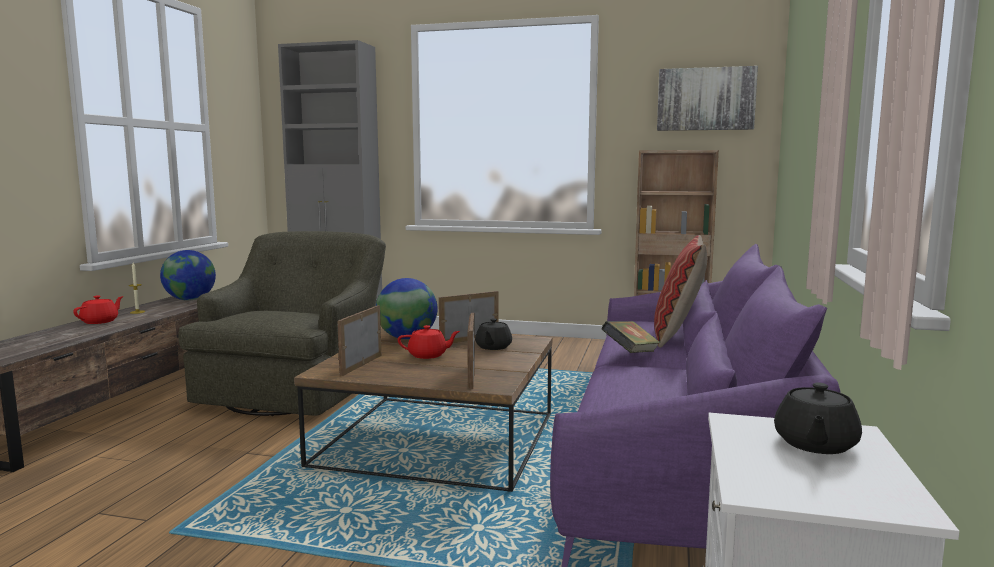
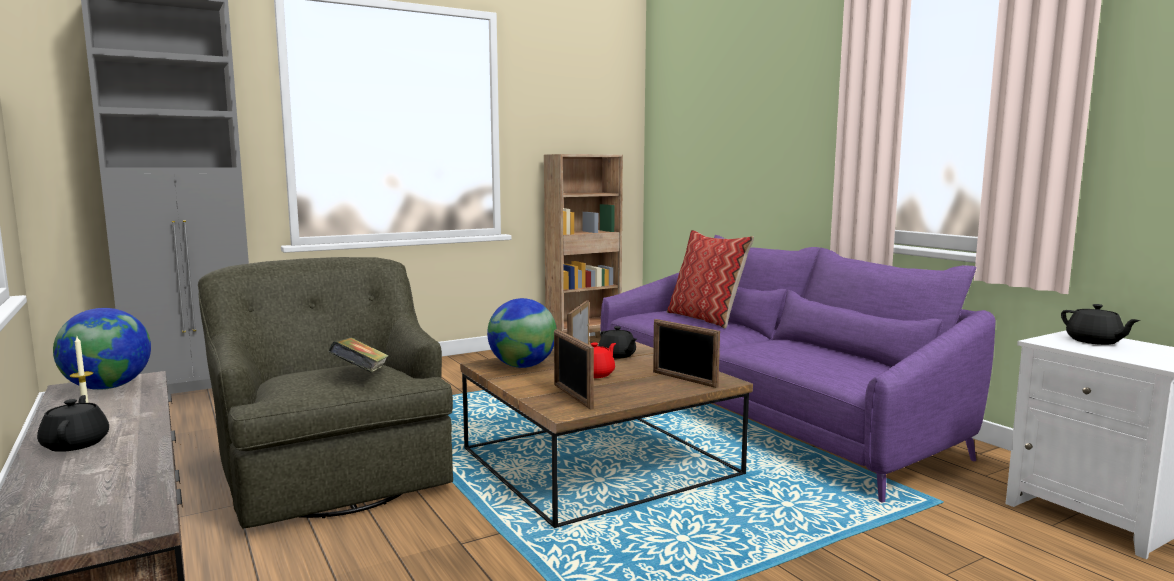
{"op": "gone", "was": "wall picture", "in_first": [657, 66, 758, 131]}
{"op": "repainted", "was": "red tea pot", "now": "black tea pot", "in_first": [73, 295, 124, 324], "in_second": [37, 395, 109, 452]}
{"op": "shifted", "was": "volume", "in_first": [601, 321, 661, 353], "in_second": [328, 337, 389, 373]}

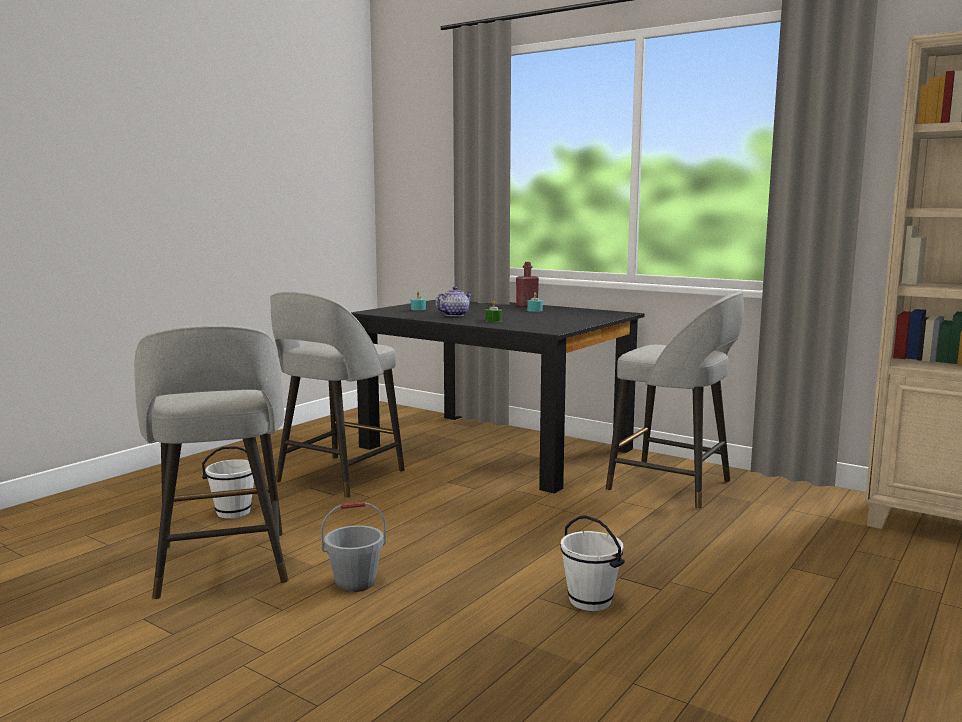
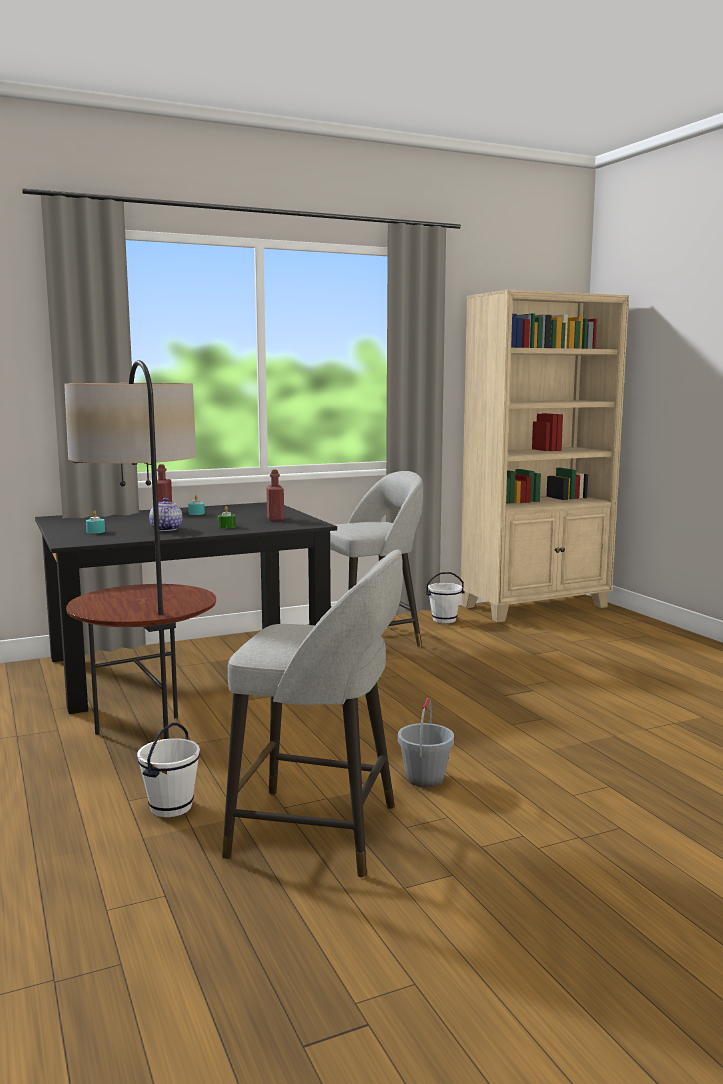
{"op": "swapped", "was": "gray stool", "now": "standard lamp", "in_first": [270, 291, 405, 498], "in_second": [64, 360, 216, 739]}
{"op": "shifted", "was": "white pail", "in_first": [560, 515, 625, 611], "in_second": [425, 572, 465, 623]}
{"op": "new", "now": "red beverage bottle", "in_second": [266, 469, 284, 521]}

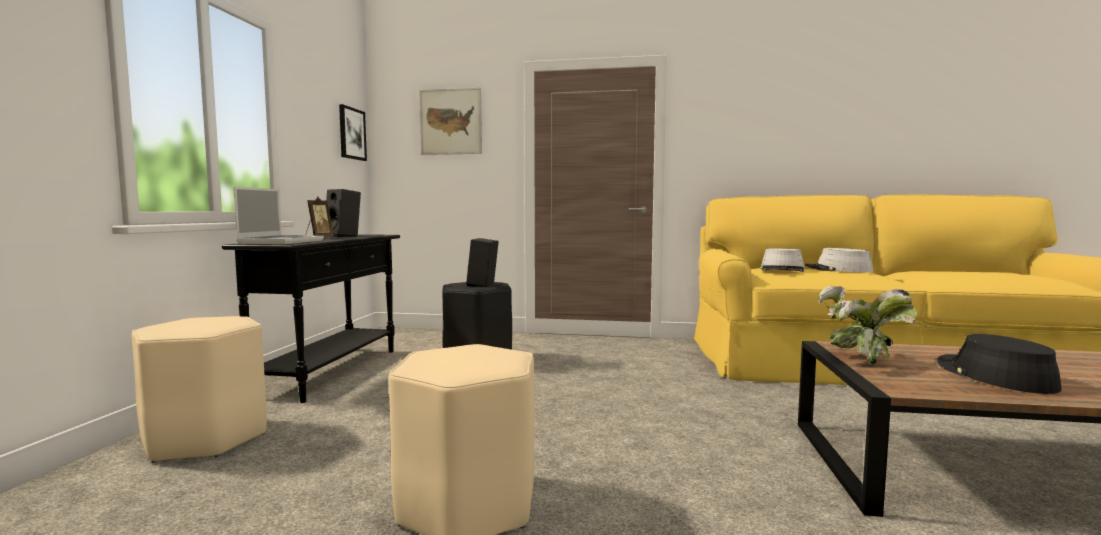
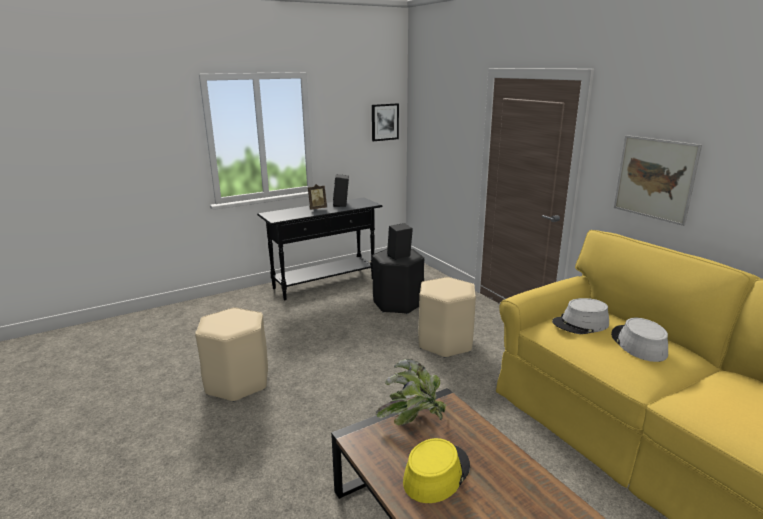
{"op": "shifted", "was": "wall picture", "in_first": [419, 88, 482, 155], "in_second": [614, 135, 702, 226]}
{"op": "gone", "was": "laptop", "in_first": [233, 187, 324, 244]}
{"op": "shifted", "was": "sand-coloured stool", "in_first": [131, 316, 267, 463], "in_second": [418, 277, 476, 358]}
{"op": "repainted", "was": "black wearable hat", "now": "yellow-coloured wearable hat", "in_first": [937, 334, 1062, 394], "in_second": [403, 438, 470, 503]}

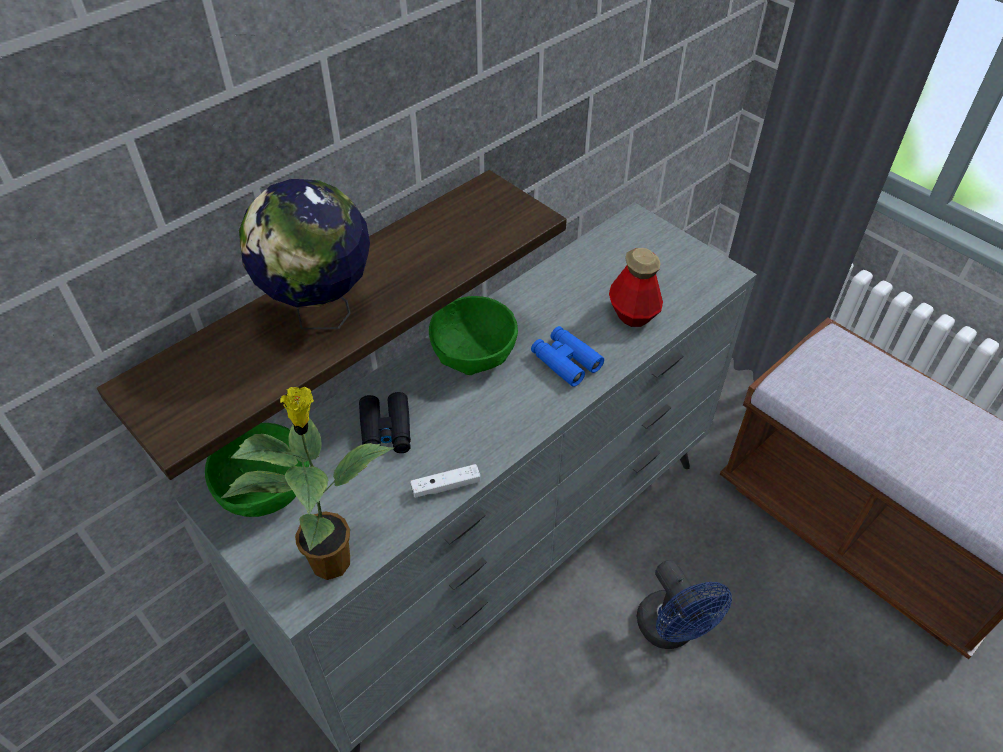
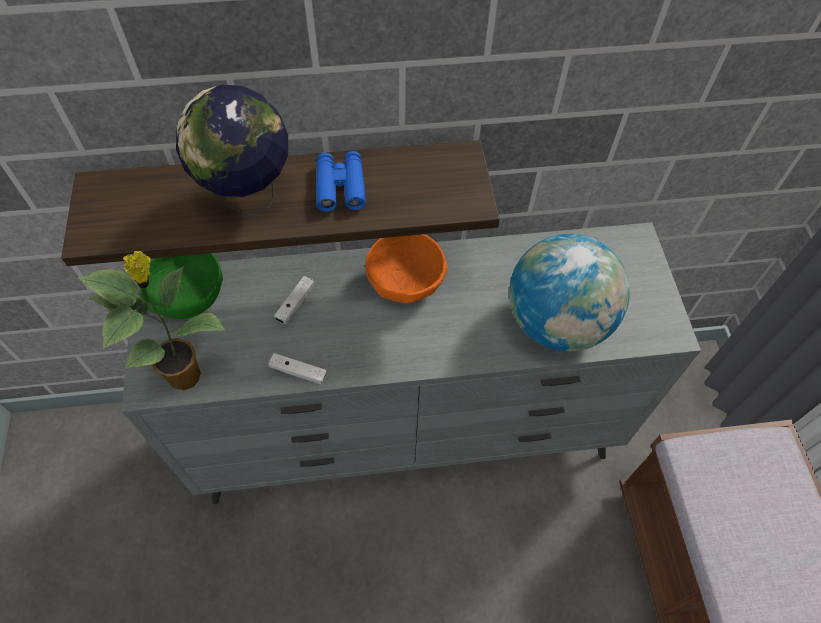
{"op": "swapped", "was": "beverage bottle", "now": "desk globe", "in_first": [609, 248, 663, 327], "in_second": [509, 234, 630, 351]}
{"op": "repainted", "was": "greenish serving bowl", "now": "orange serving bowl", "in_first": [429, 296, 518, 375], "in_second": [365, 234, 448, 304]}
{"op": "shifted", "was": "bluish field glasses", "in_first": [531, 326, 604, 387], "in_second": [316, 151, 366, 212]}
{"op": "swapped", "was": "black field glasses", "now": "white game controller", "in_first": [359, 392, 411, 453], "in_second": [274, 276, 315, 324]}
{"op": "gone", "was": "bluish electric fan", "in_first": [637, 560, 732, 649]}

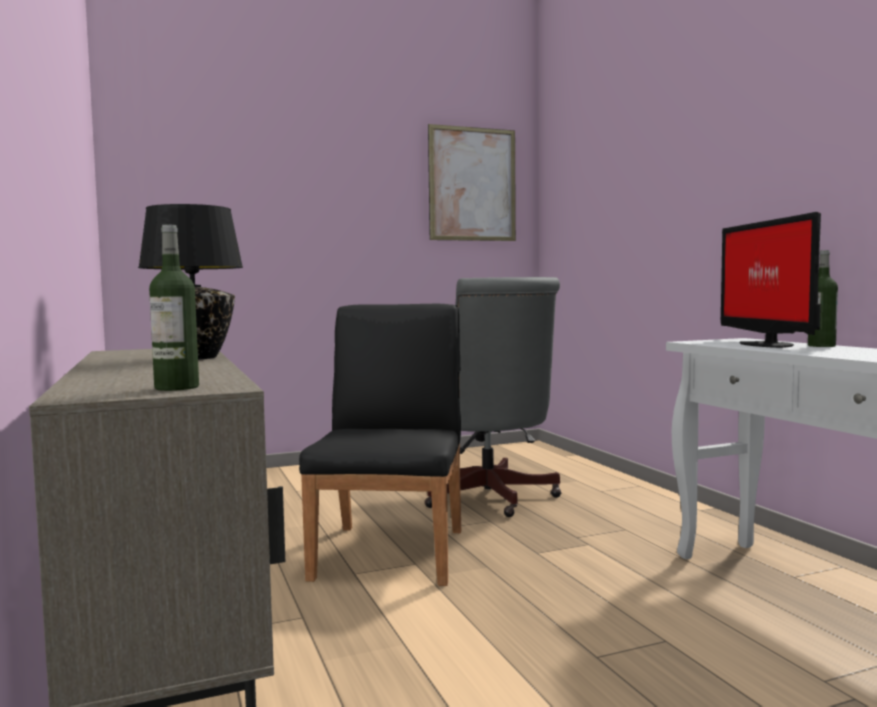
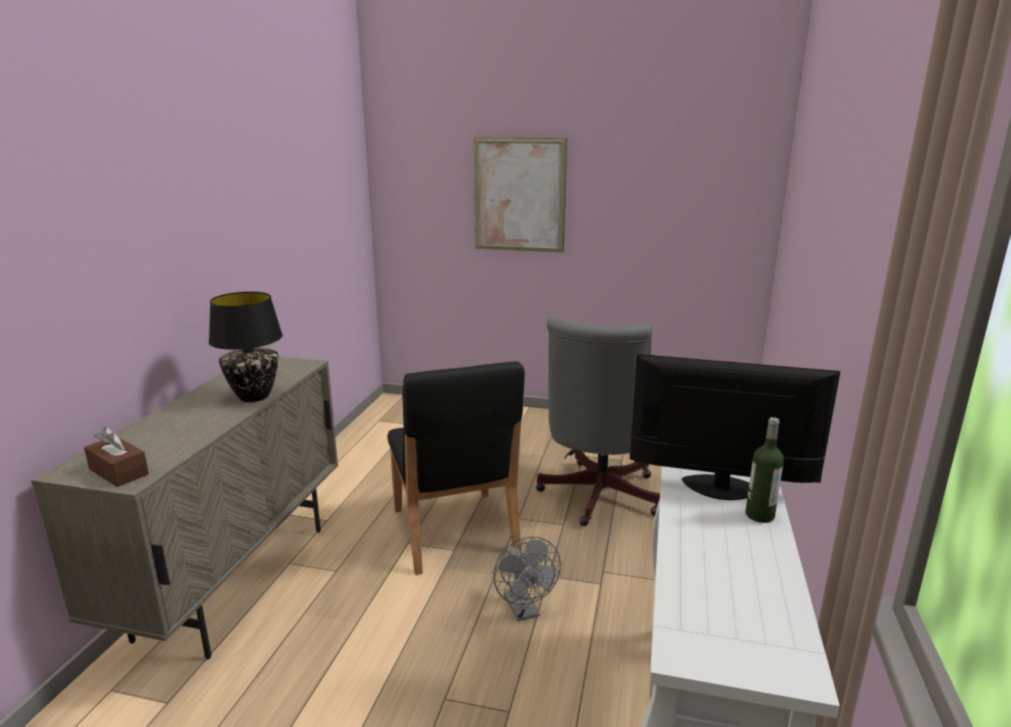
{"op": "shifted", "was": "wall picture", "in_first": [428, 124, 516, 241], "in_second": [474, 138, 567, 252]}
{"op": "rotated", "was": "computer screen", "in_first": [720, 212, 821, 348], "in_second": [630, 354, 840, 500], "clockwise": 75}
{"op": "swapped", "was": "beverage bottle", "now": "brown-coloured tissue box", "in_first": [149, 225, 199, 391], "in_second": [84, 427, 149, 487]}
{"op": "rotated", "was": "black plain chair", "in_first": [299, 304, 461, 586], "in_second": [387, 361, 525, 575], "clockwise": 120}
{"op": "new", "now": "gray electric fan", "in_second": [494, 537, 561, 621]}

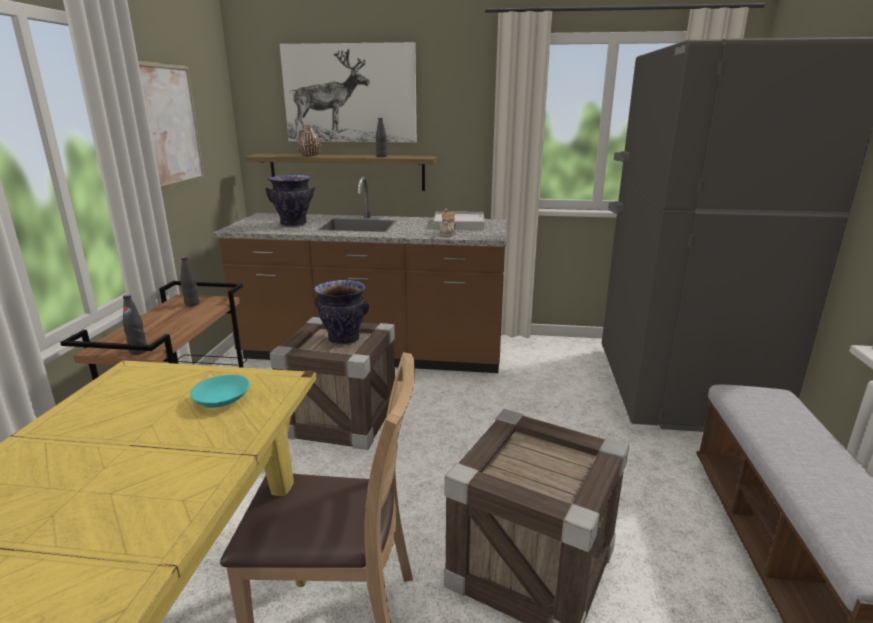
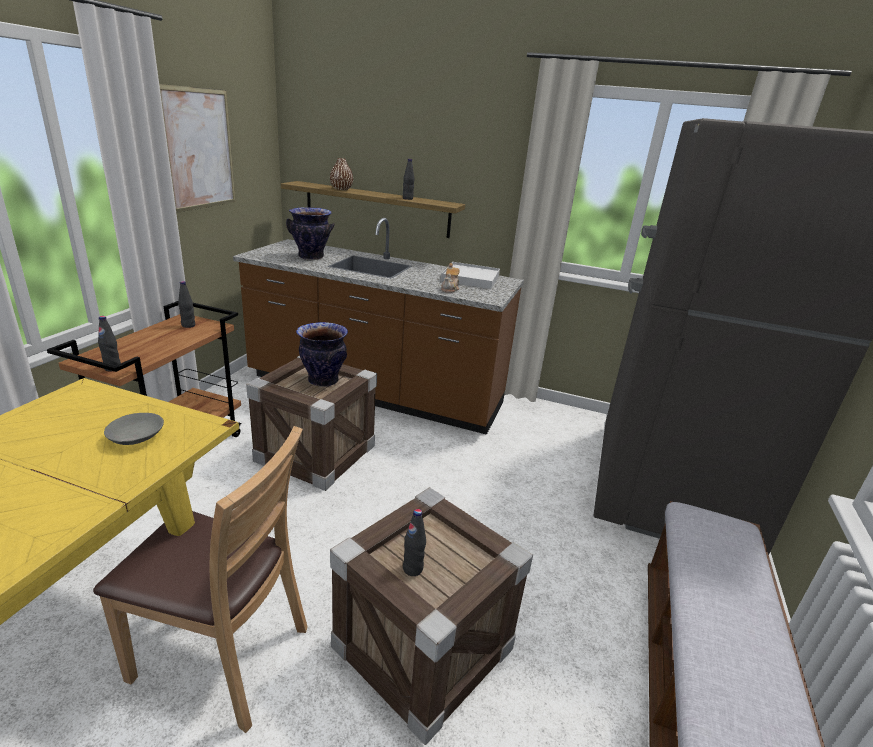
{"op": "gone", "was": "wall picture", "in_first": [280, 42, 417, 143]}
{"op": "repainted", "was": "turquoise-coloured serving bowl", "now": "gray serving bowl", "in_first": [190, 375, 250, 408], "in_second": [104, 413, 164, 445]}
{"op": "new", "now": "black beverage bottle", "in_second": [403, 509, 426, 576]}

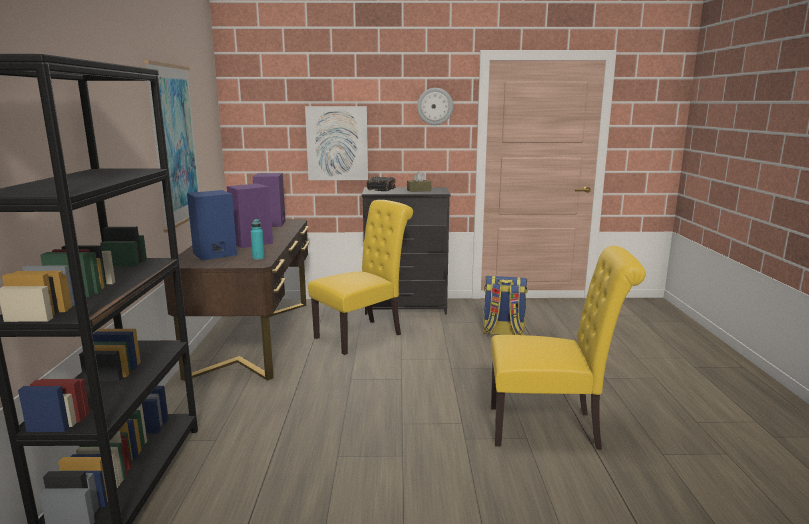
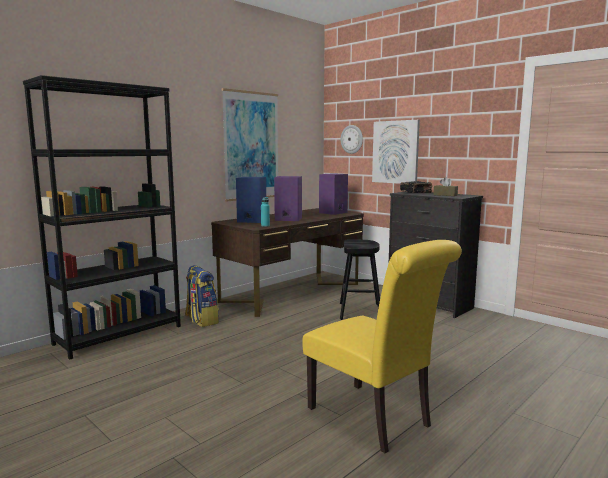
{"op": "shifted", "was": "hanging clock", "in_first": [417, 88, 453, 125], "in_second": [341, 125, 363, 154]}
{"op": "swapped", "was": "yellow-coloured plain chair", "now": "black stool", "in_first": [308, 200, 413, 355], "in_second": [340, 239, 380, 320]}
{"op": "shifted", "was": "rucksack", "in_first": [483, 276, 528, 335], "in_second": [185, 265, 219, 327]}

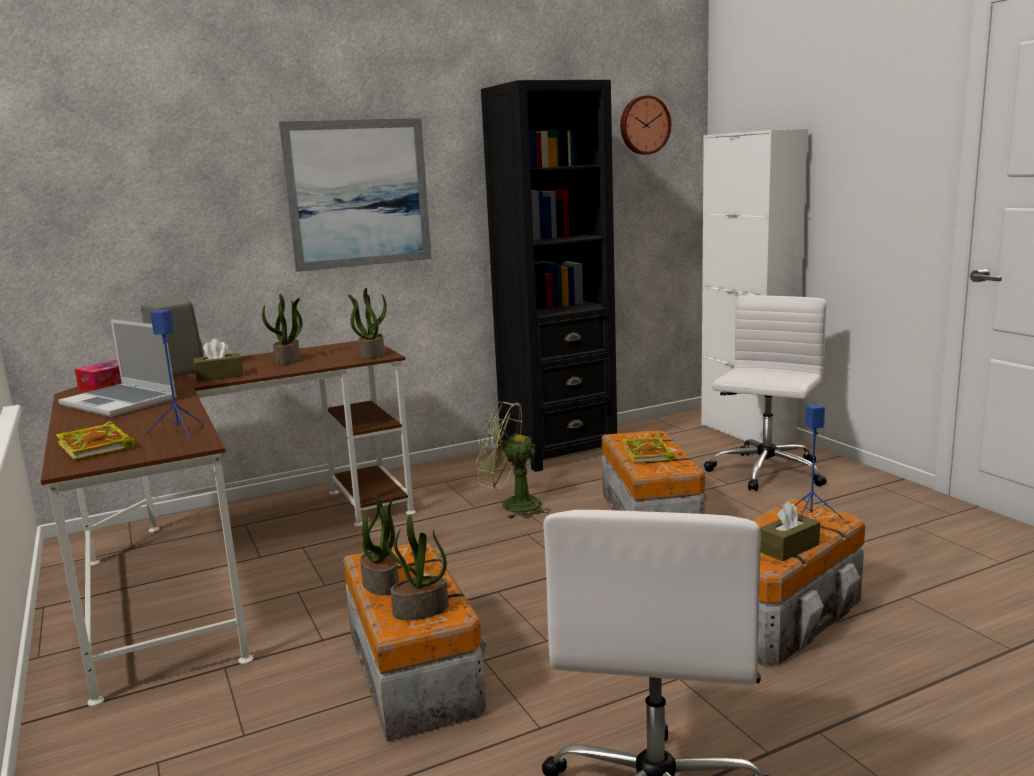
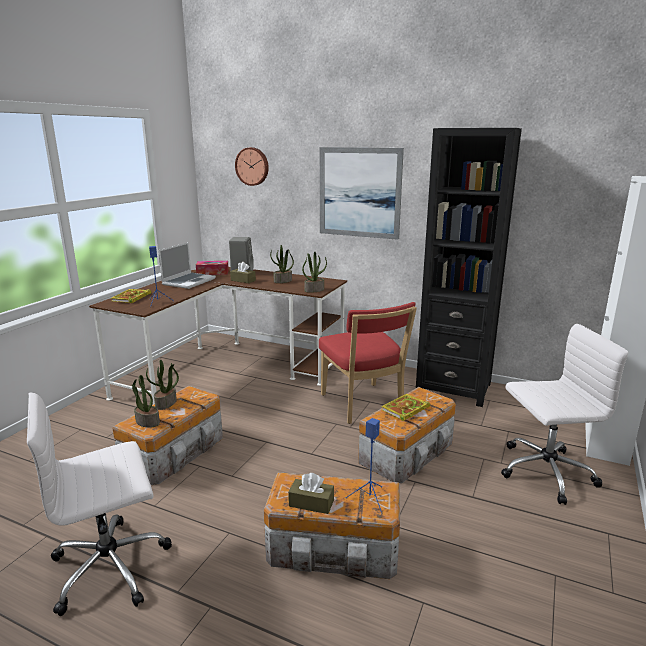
{"op": "shifted", "was": "hanging clock", "in_first": [620, 95, 671, 155], "in_second": [235, 147, 269, 186]}
{"op": "rotated", "was": "laptop", "in_first": [58, 319, 177, 417], "in_second": [159, 242, 216, 289], "clockwise": -150}
{"op": "swapped", "was": "greenish electric fan", "now": "red plain chair", "in_first": [476, 402, 551, 519], "in_second": [319, 302, 417, 424]}

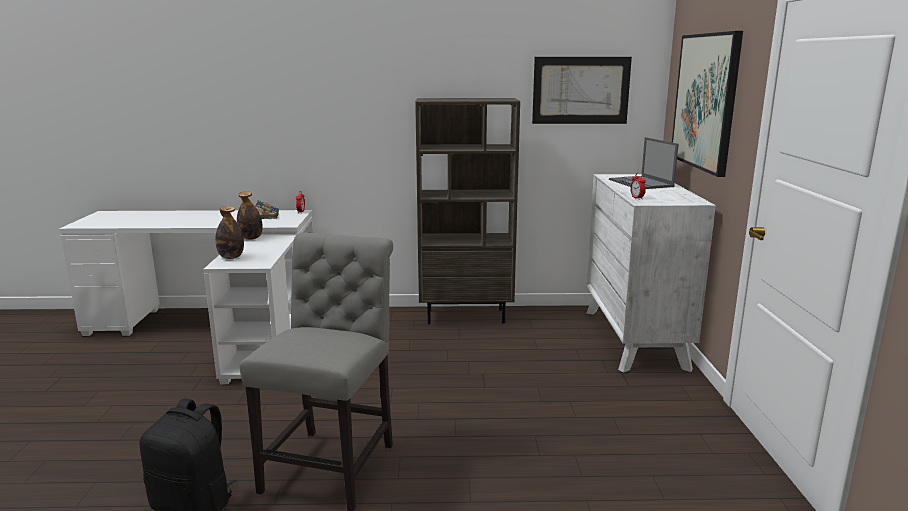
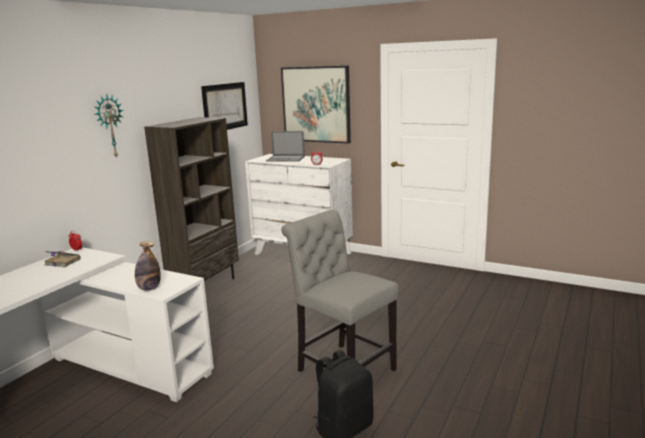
{"op": "gone", "was": "beverage bottle", "in_first": [237, 191, 263, 240]}
{"op": "new", "now": "hanging clock", "in_second": [95, 94, 123, 159]}

